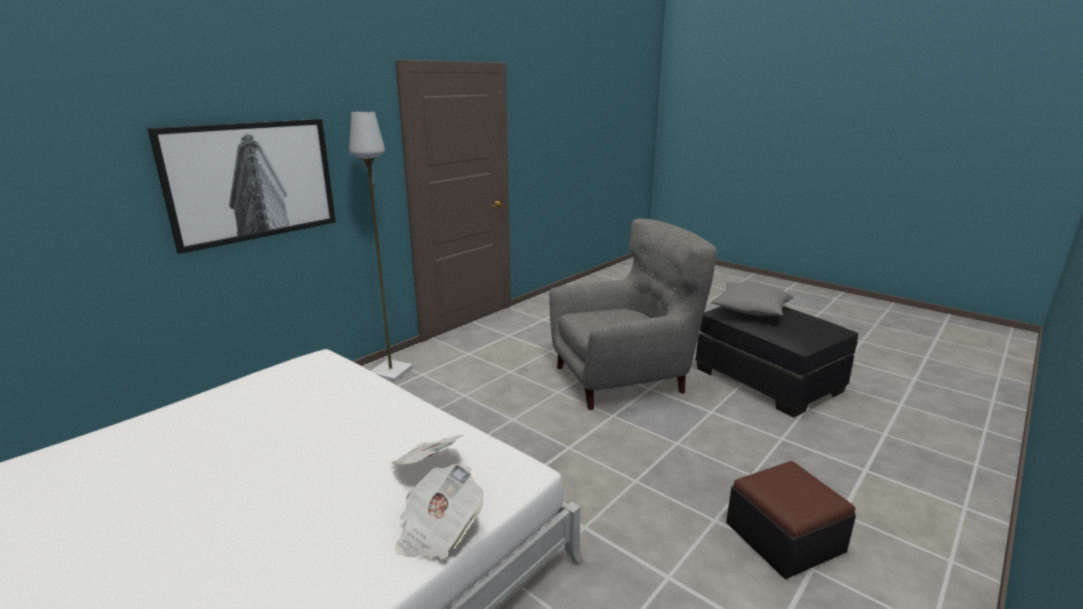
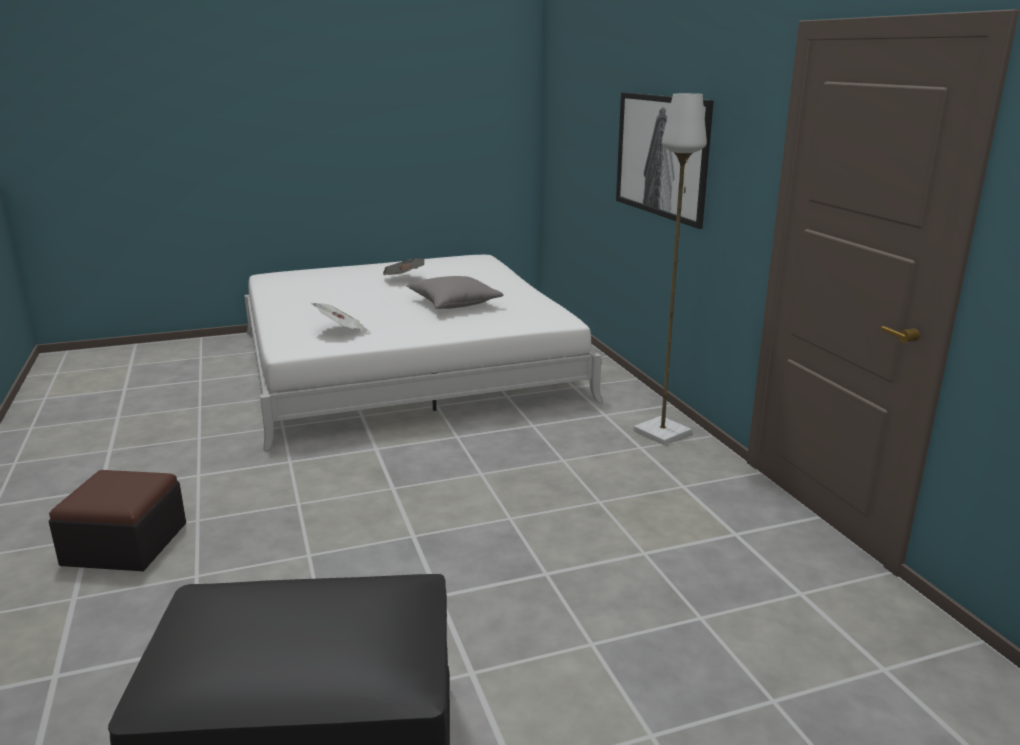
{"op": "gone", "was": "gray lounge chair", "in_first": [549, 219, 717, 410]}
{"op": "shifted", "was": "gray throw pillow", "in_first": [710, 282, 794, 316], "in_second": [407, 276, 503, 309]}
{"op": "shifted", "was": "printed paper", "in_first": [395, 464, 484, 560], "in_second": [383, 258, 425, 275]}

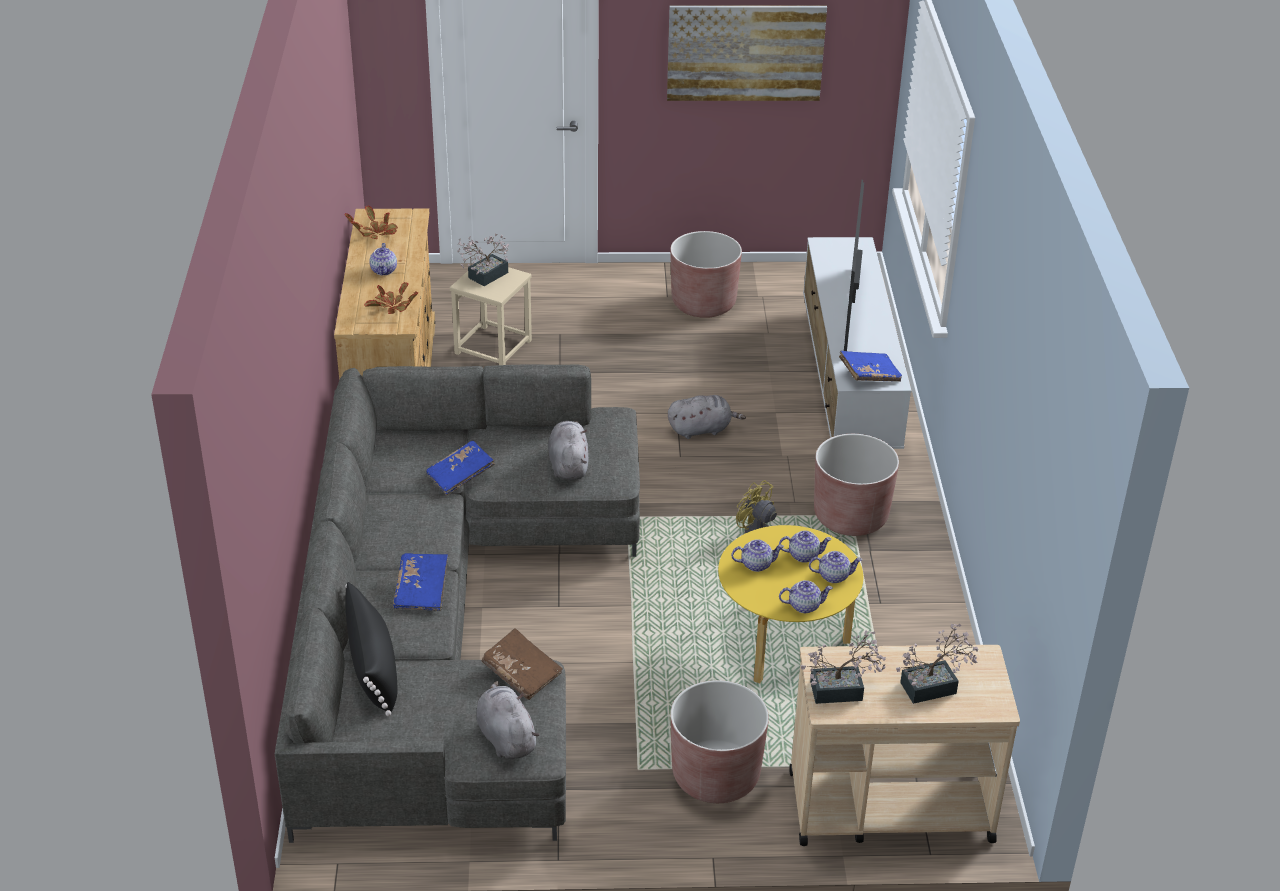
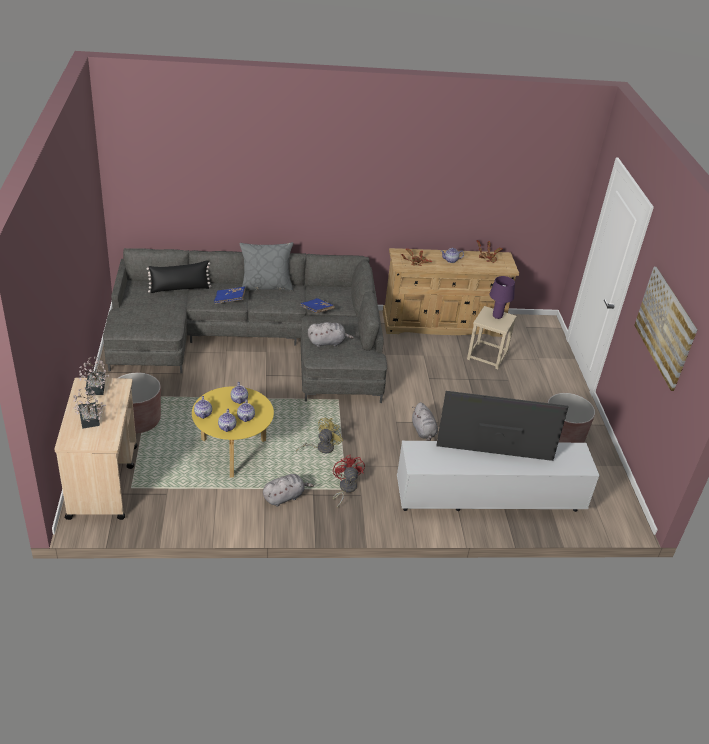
{"op": "swapped", "was": "plant in a pot", "now": "purple-coloured tabletop lamp", "in_first": [457, 234, 509, 286], "in_second": [490, 276, 515, 319]}
{"op": "gone", "was": "bluish volume", "in_first": [839, 351, 902, 382]}
{"op": "swapped", "was": "brown-coloured planter", "now": "red electric fan", "in_first": [814, 434, 899, 536], "in_second": [333, 455, 365, 508]}
{"op": "gone", "was": "brown-coloured volume", "in_first": [481, 628, 563, 700]}
{"op": "shifted", "was": "gray soft toy", "in_first": [477, 681, 539, 759], "in_second": [263, 474, 314, 507]}
{"op": "new", "now": "gray throw pillow", "in_second": [240, 242, 293, 291]}

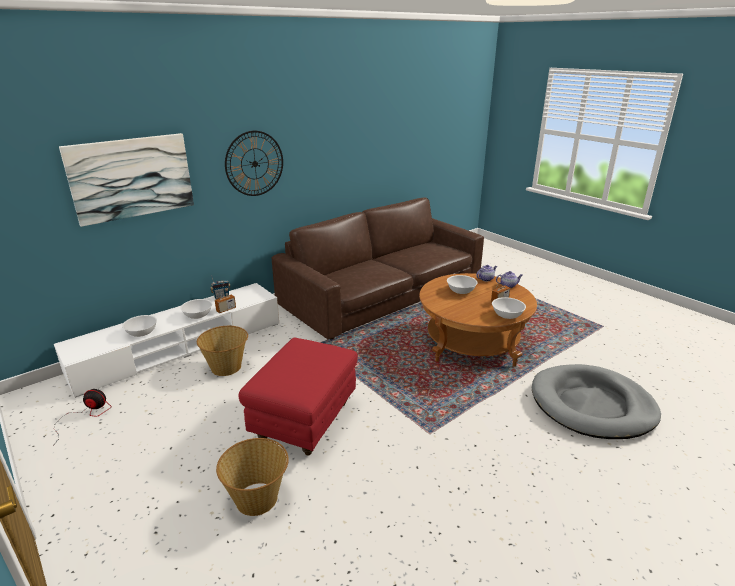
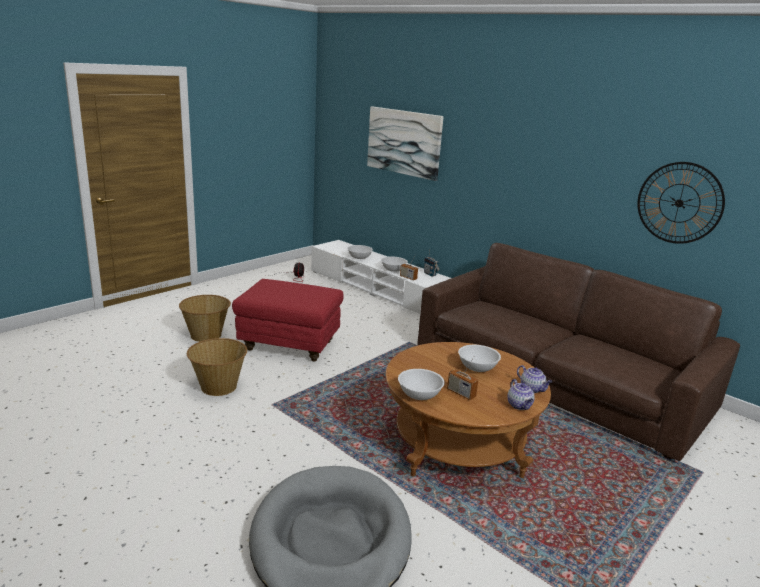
{"op": "shifted", "was": "hanging clock", "in_first": [225, 131, 283, 196], "in_second": [637, 162, 725, 244]}
{"op": "shifted", "was": "storage basket", "in_first": [197, 326, 248, 376], "in_second": [187, 338, 247, 396]}

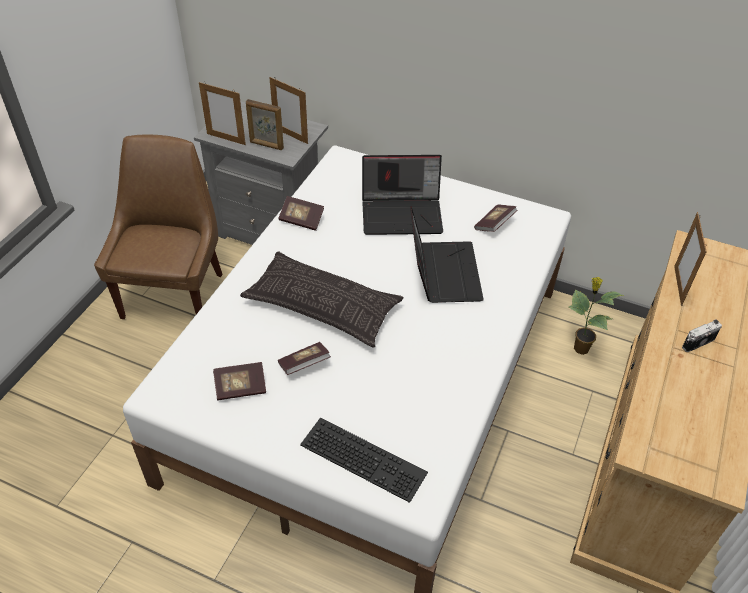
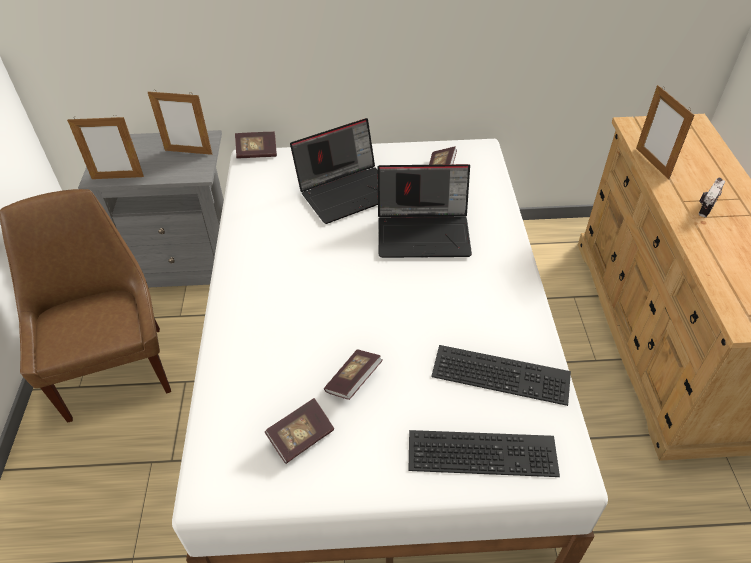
{"op": "gone", "was": "standing frame", "in_first": [246, 99, 284, 150]}
{"op": "shifted", "was": "volume", "in_first": [278, 196, 324, 231], "in_second": [235, 132, 277, 159]}
{"op": "rotated", "was": "laptop", "in_first": [410, 206, 484, 303], "in_second": [377, 164, 472, 258], "clockwise": 120}
{"op": "gone", "was": "throw pillow", "in_first": [240, 251, 403, 347]}
{"op": "gone", "was": "plant in a pot", "in_first": [568, 277, 624, 355]}
{"op": "new", "now": "PC keyboard", "in_second": [431, 345, 571, 406]}

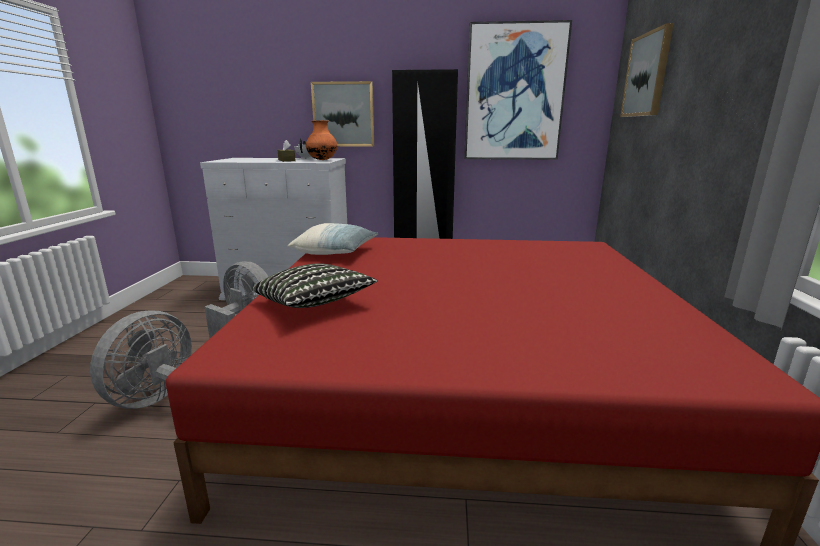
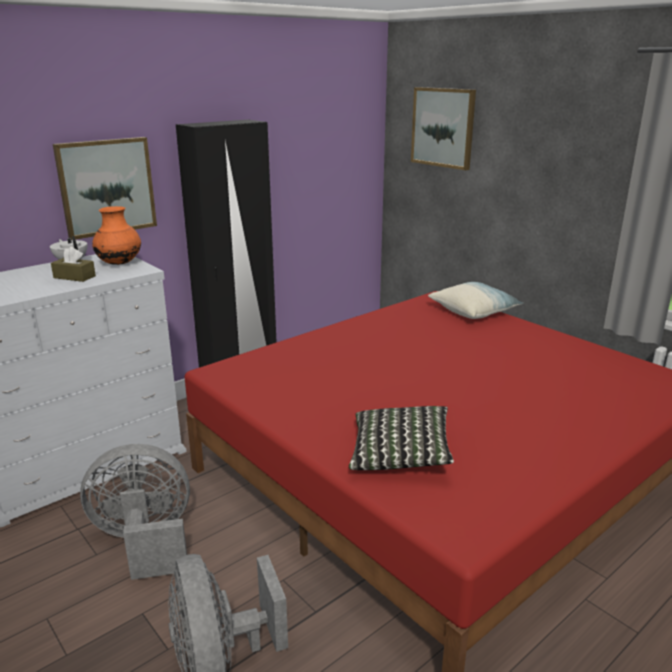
{"op": "gone", "was": "wall picture", "in_first": [464, 20, 572, 160]}
{"op": "shifted", "was": "throw pillow", "in_first": [288, 223, 379, 255], "in_second": [428, 282, 524, 319]}

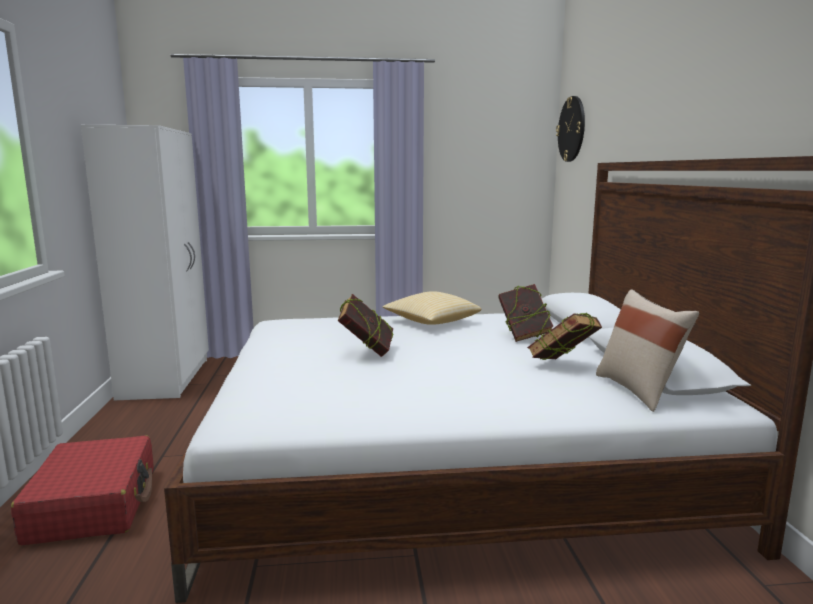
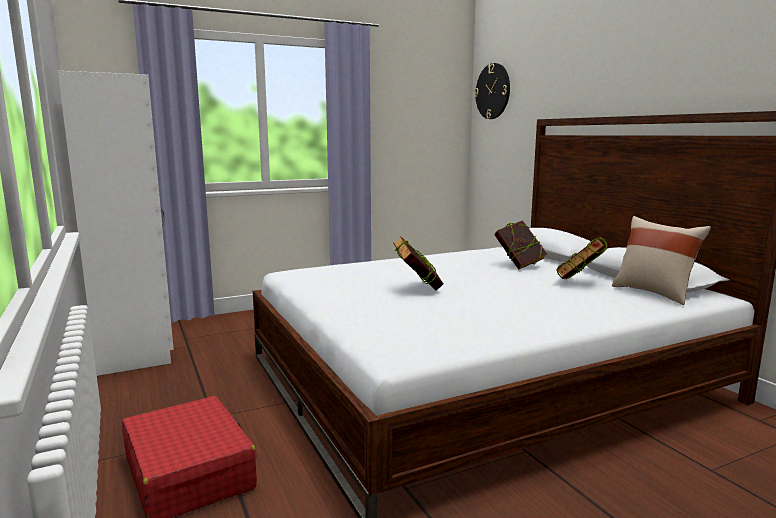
{"op": "gone", "was": "throw pillow", "in_first": [383, 291, 482, 325]}

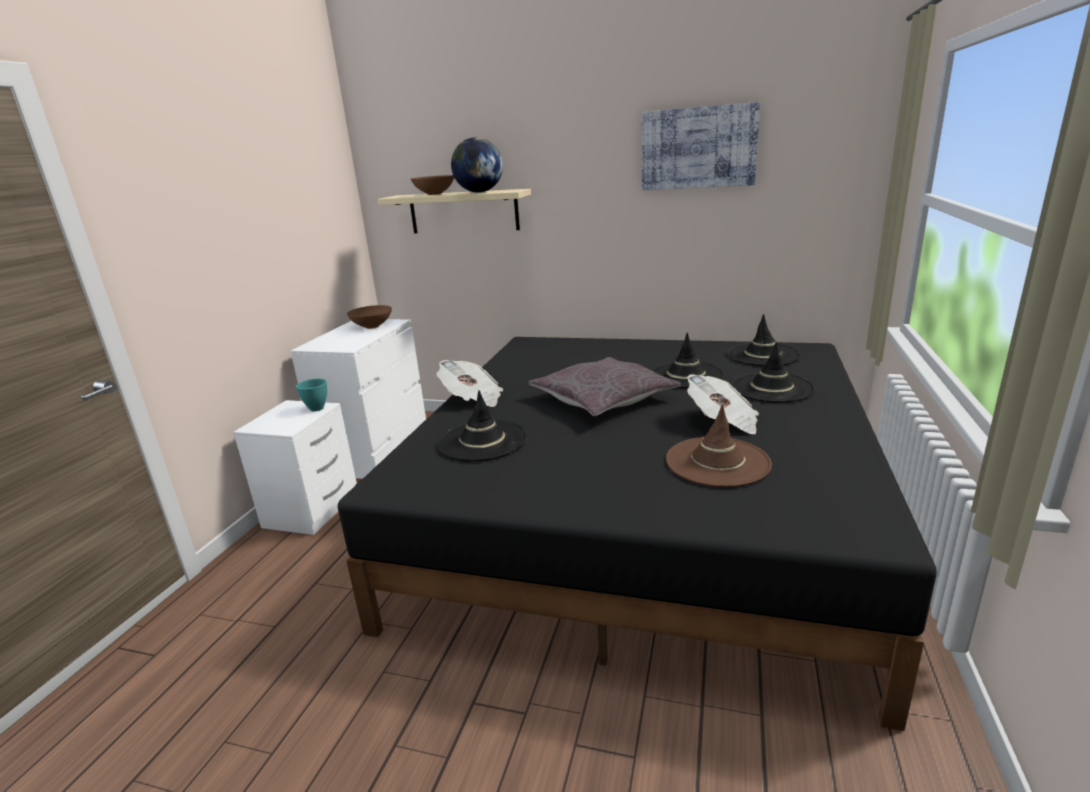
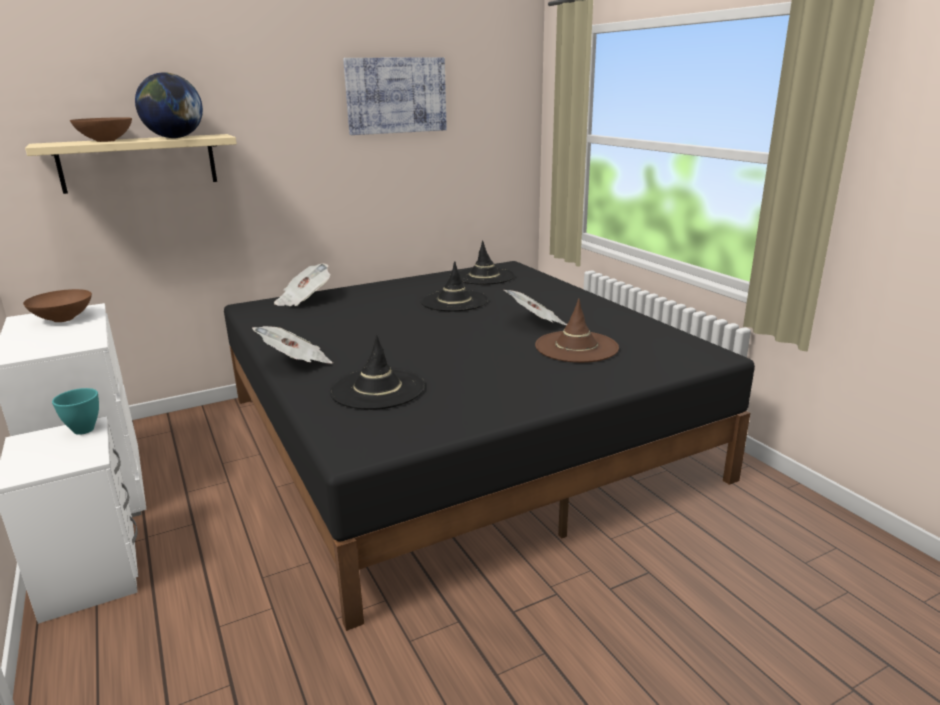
{"op": "gone", "was": "black wearable hat", "in_first": [730, 342, 815, 403]}
{"op": "gone", "was": "gray throw pillow", "in_first": [529, 357, 681, 416]}
{"op": "new", "now": "printed paper", "in_second": [274, 263, 330, 306]}

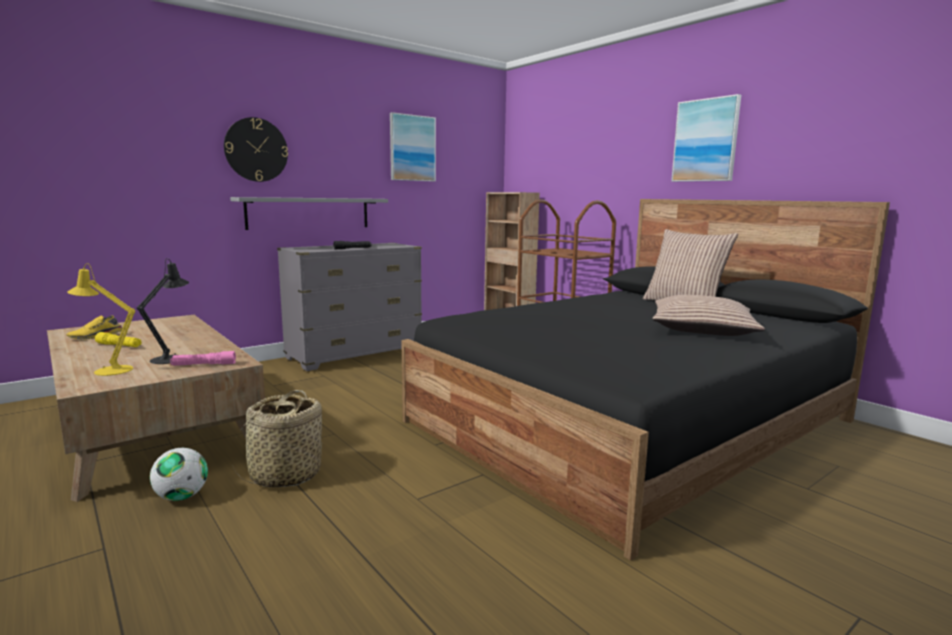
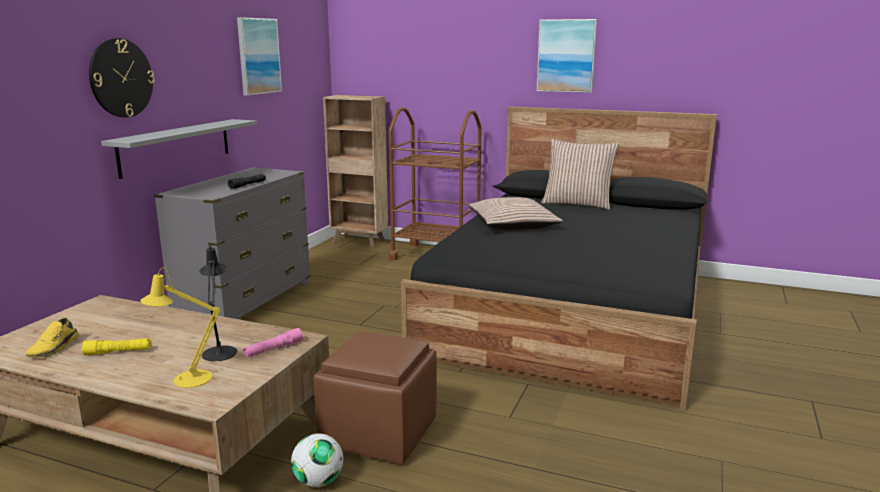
{"op": "shifted", "was": "throw pillow", "in_first": [653, 295, 765, 336], "in_second": [468, 197, 563, 230]}
{"op": "swapped", "was": "storage basket", "now": "brown-coloured footrest", "in_first": [231, 390, 323, 487], "in_second": [313, 331, 437, 464]}

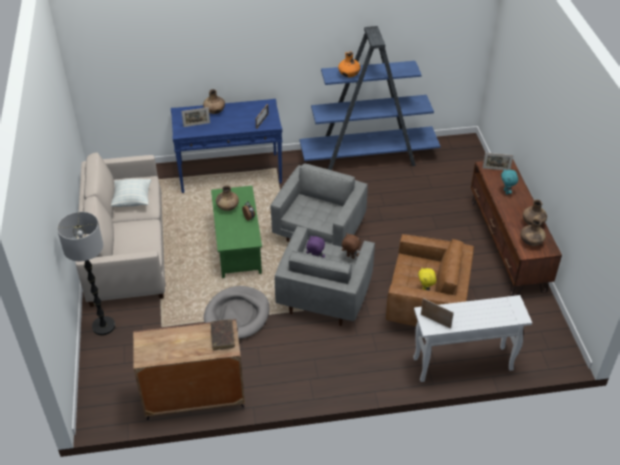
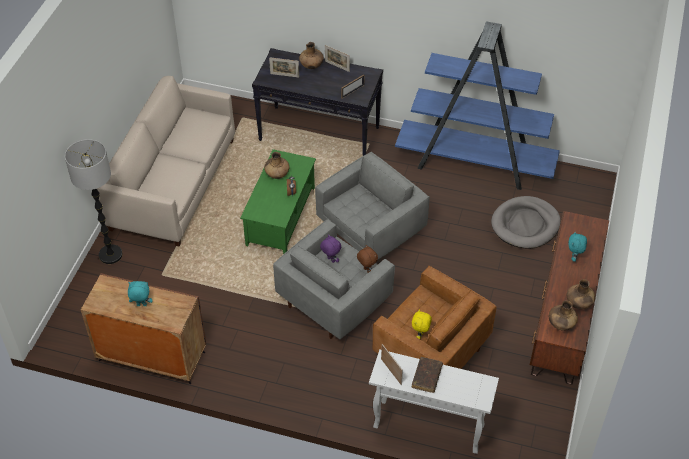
{"op": "gone", "was": "orange decorative vase", "in_first": [338, 51, 361, 77]}
{"op": "repainted", "was": "bluish hall table", "now": "black hall table", "in_first": [171, 99, 282, 193], "in_second": [252, 48, 383, 156]}
{"op": "shifted", "was": "standing frame", "in_first": [483, 153, 514, 170], "in_second": [325, 45, 350, 72]}
{"op": "gone", "was": "throw pillow", "in_first": [111, 179, 151, 207]}
{"op": "shifted", "was": "gray pet bed", "in_first": [204, 286, 269, 339], "in_second": [491, 196, 561, 249]}
{"op": "shifted", "was": "brown-coloured volume", "in_first": [211, 319, 235, 350], "in_second": [412, 357, 443, 393]}
{"op": "new", "now": "turquoise-coloured soft toy", "in_second": [128, 281, 153, 306]}

